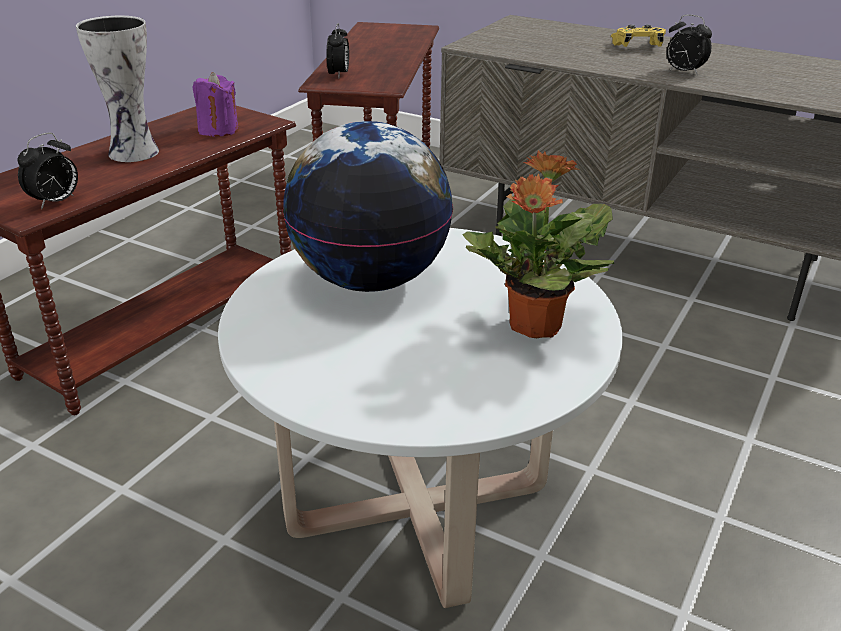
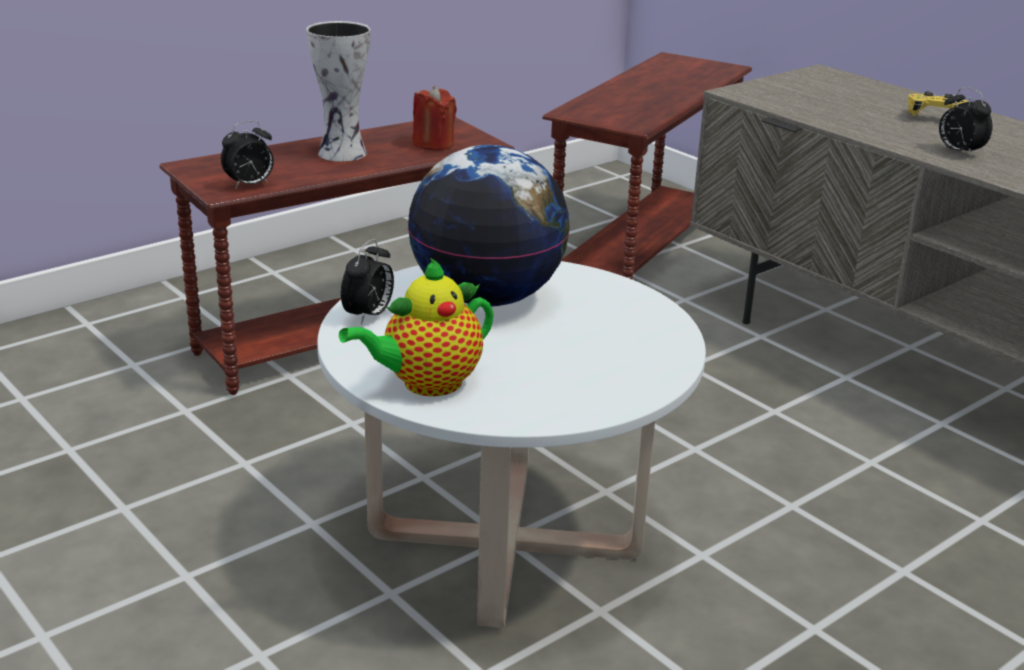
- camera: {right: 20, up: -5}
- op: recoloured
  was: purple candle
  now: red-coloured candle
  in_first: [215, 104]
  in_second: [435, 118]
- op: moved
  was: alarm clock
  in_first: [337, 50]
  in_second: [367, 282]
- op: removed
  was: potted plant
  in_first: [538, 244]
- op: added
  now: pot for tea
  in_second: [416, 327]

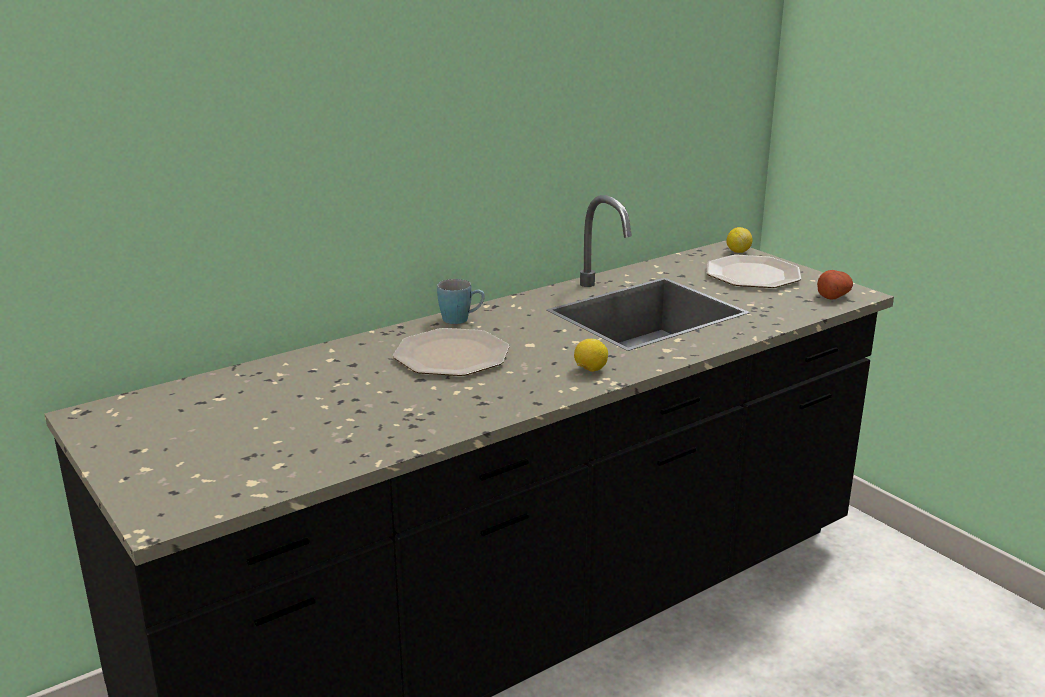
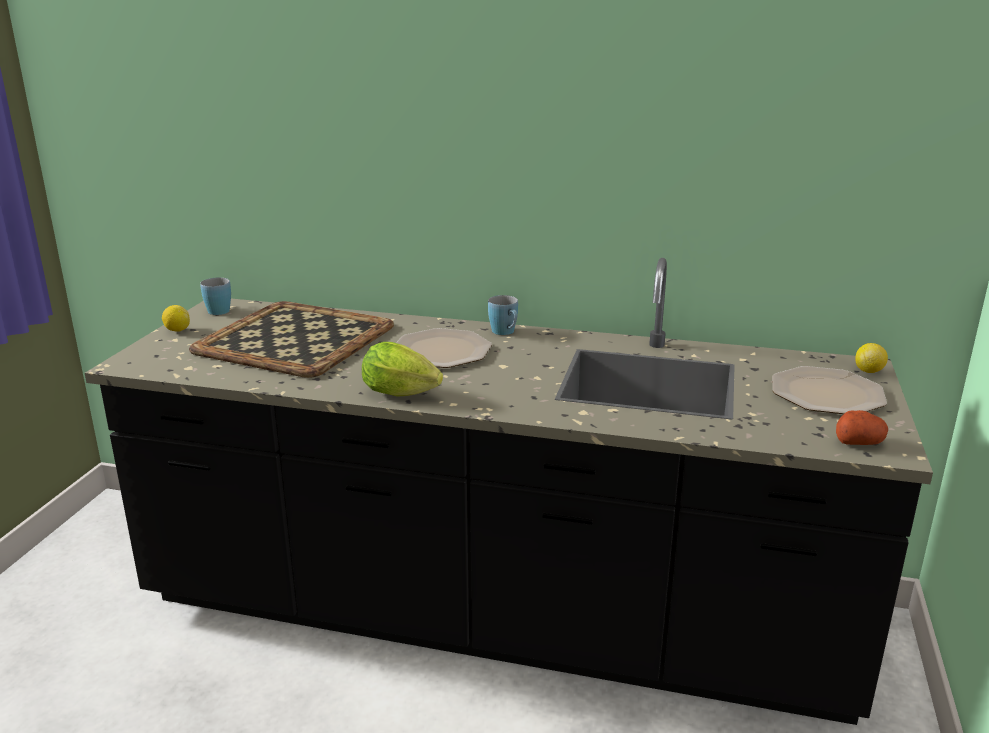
- camera: {right: 50, up: 0}
- op: moved
  was: whole lemon
  in_first: [591, 355]
  in_second: [176, 318]
- op: added
  now: tray
  in_second: [291, 339]
- op: added
  now: blue-coloured tea mug
  in_second: [215, 296]
- op: added
  now: head of lettuce
  in_second: [402, 369]

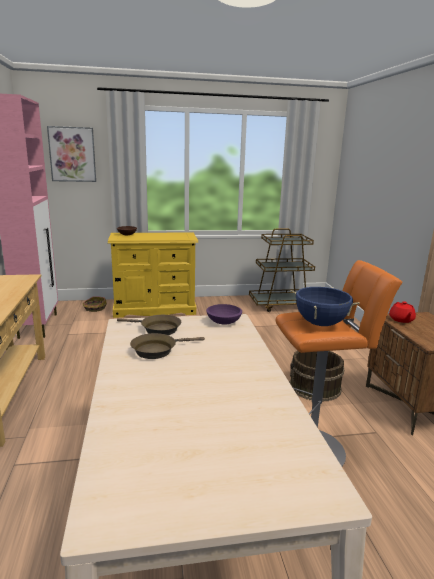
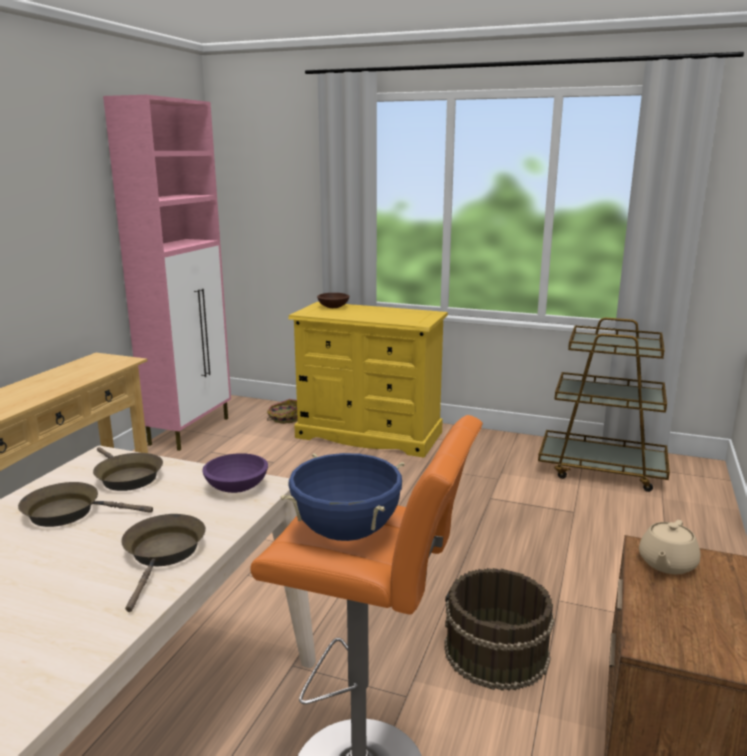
- camera: {right: 30, up: 0}
- op: removed
  was: wall art
  in_first: [71, 154]
- op: recoloured
  was: red-coloured pot for tea
  now: beige-coloured pot for tea
  in_first: [402, 312]
  in_second: [670, 547]
- op: added
  now: brownish skillet
  in_second: [163, 563]

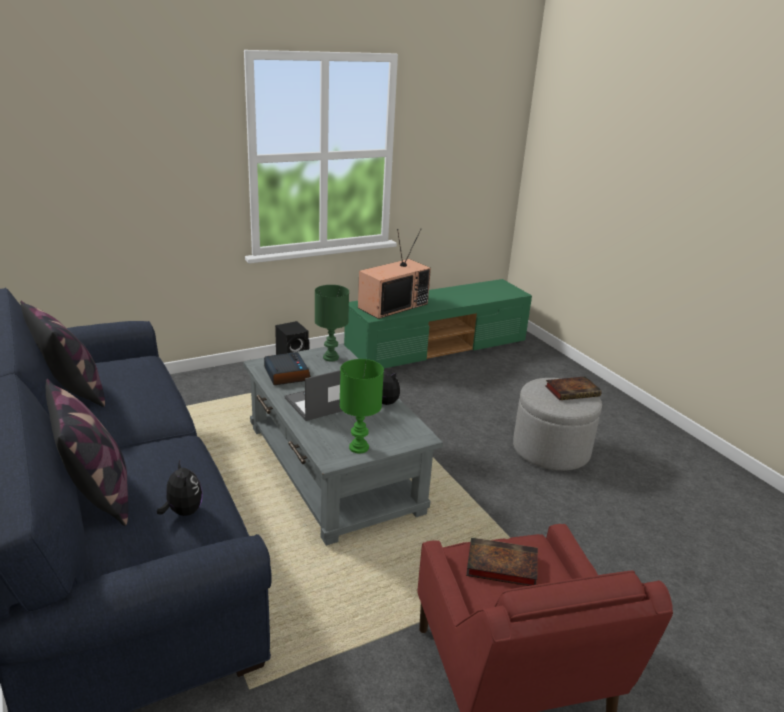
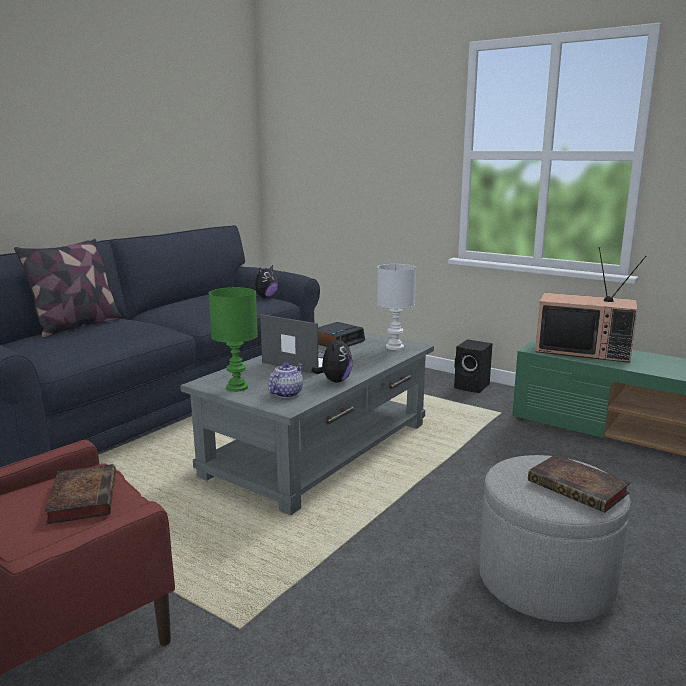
- camera: {right: 65, up: -10}
- op: removed
  was: throw pillow
  in_first: [62, 354]
- op: moved
  was: soft toy
  in_first: [180, 488]
  in_second: [264, 281]
- op: recoloured
  was: green lamp for a table
  now: white-coloured lamp for a table
  in_first: [332, 323]
  in_second: [396, 307]
- op: added
  now: pot for tea
  in_second: [285, 380]

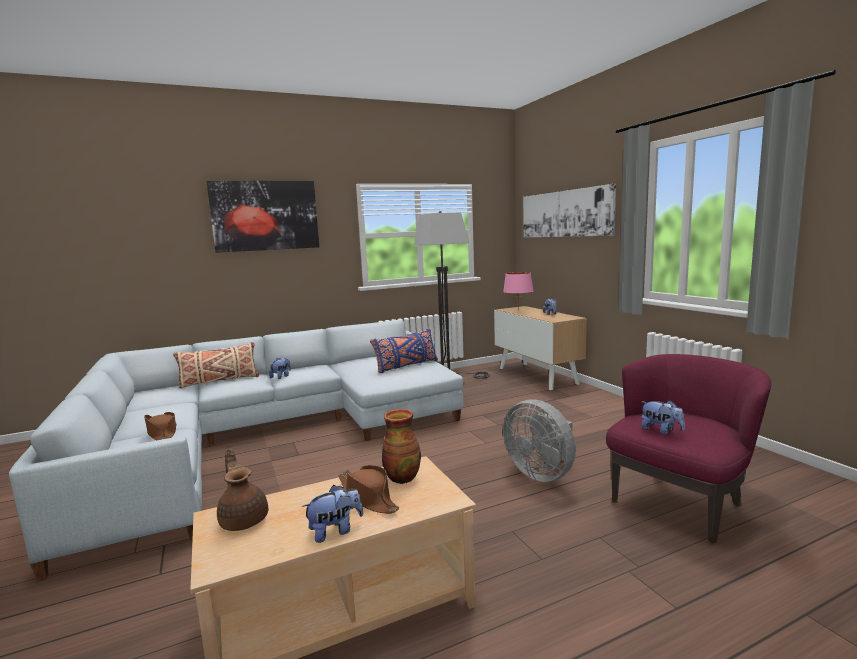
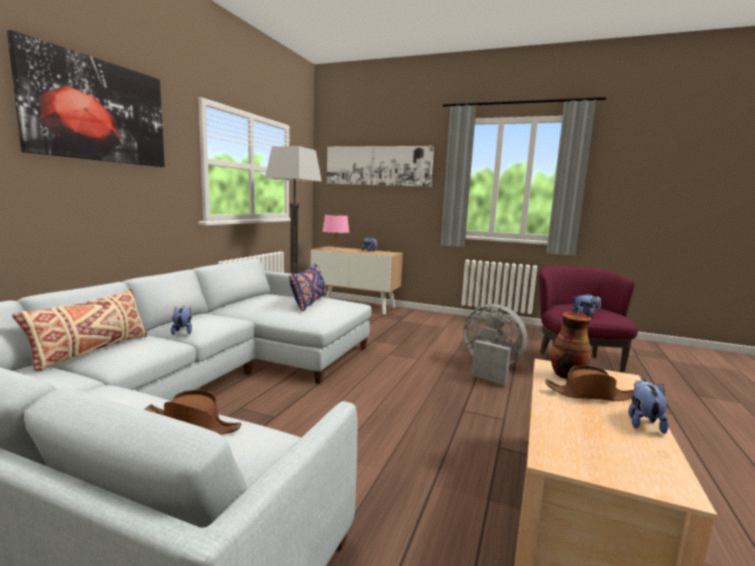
- camera: {right: -45, up: 0}
- op: removed
  was: brownish pot for tea
  in_first: [242, 489]
- op: turned
  was: grey cooling fan
  in_first: [539, 440]
  in_second: [495, 344]
  clockwise: -150

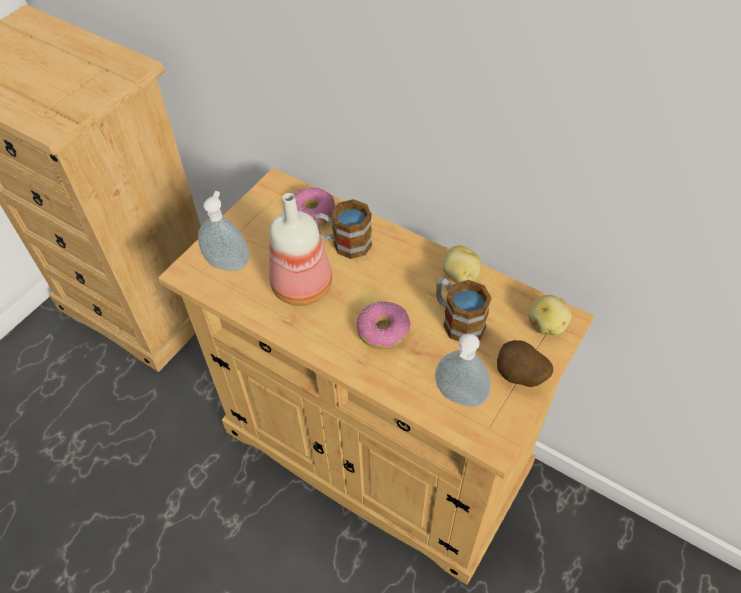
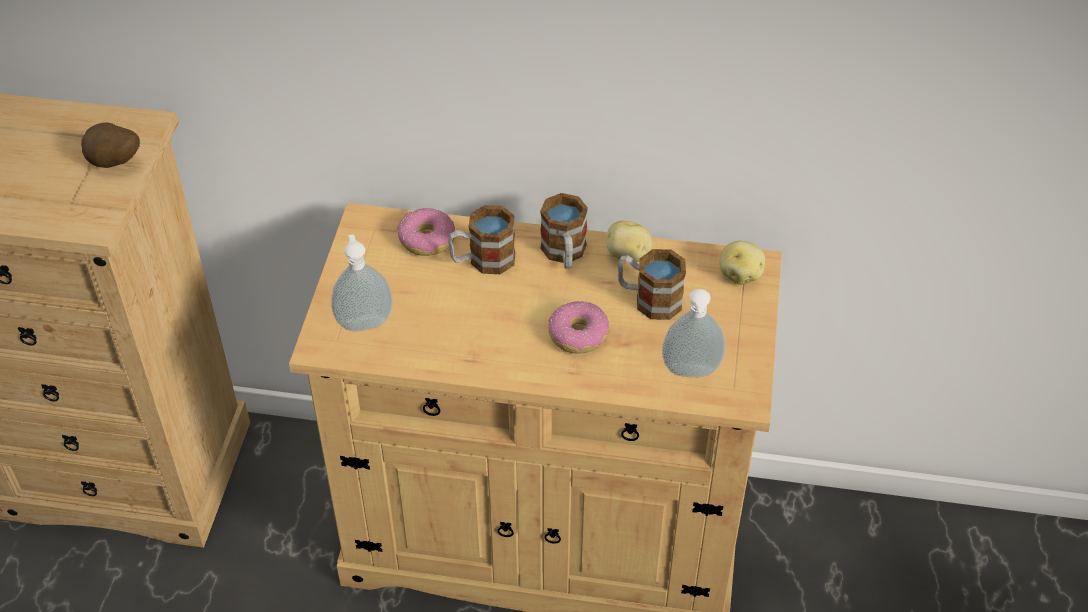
- camera: {right: -25, up: -5}
- op: removed
  was: drink bottle
  in_first: [300, 249]
- op: moved
  was: spud
  in_first: [525, 363]
  in_second: [110, 145]
- op: added
  now: tea mug
  in_second: [564, 231]

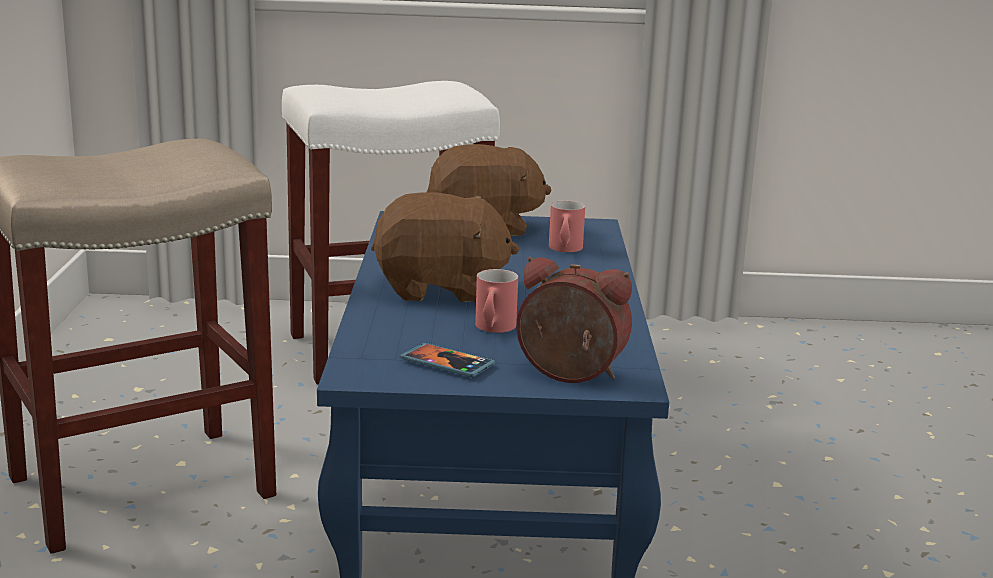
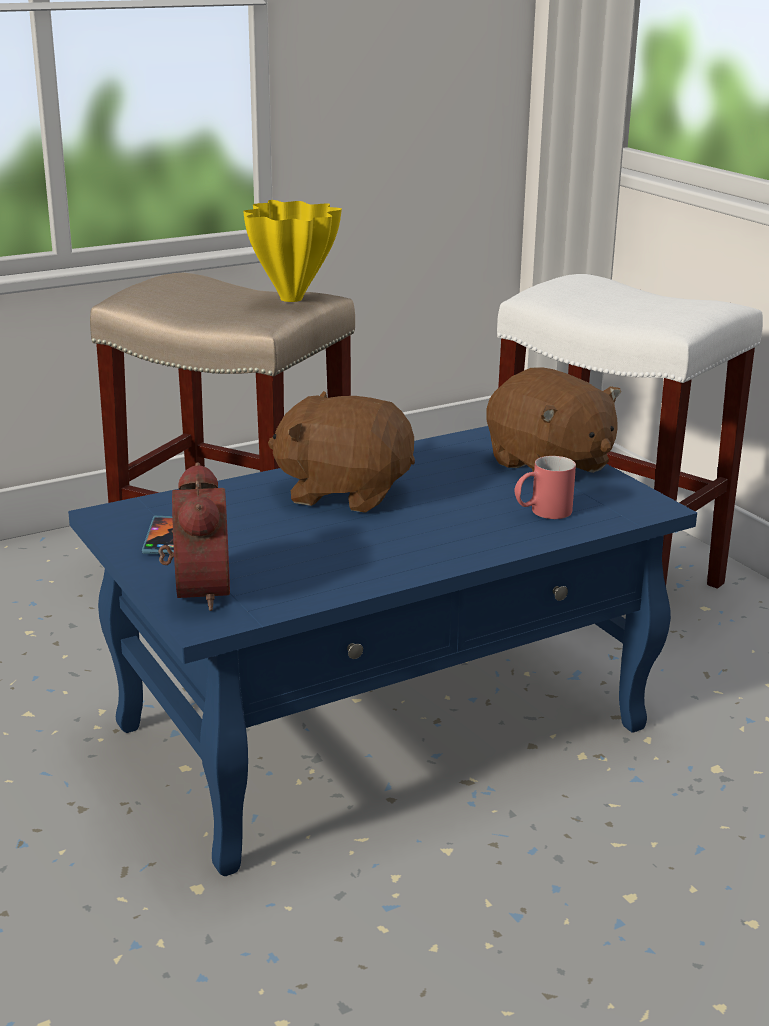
- camera: {right: 60, up: 5}
- op: turned
  was: brownish soft toy
  in_first: [445, 247]
  in_second: [341, 452]
  clockwise: 135
- op: removed
  was: red-coloured tea mug
  in_first: [496, 301]
- op: added
  now: yellow flower vase
  in_second: [292, 251]

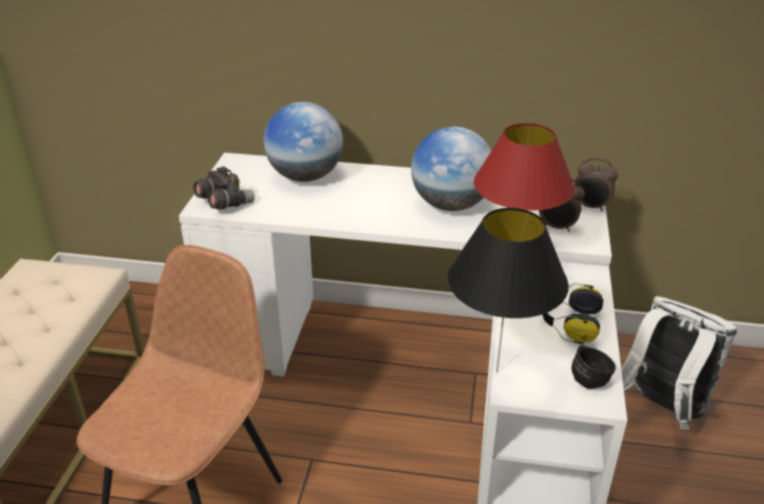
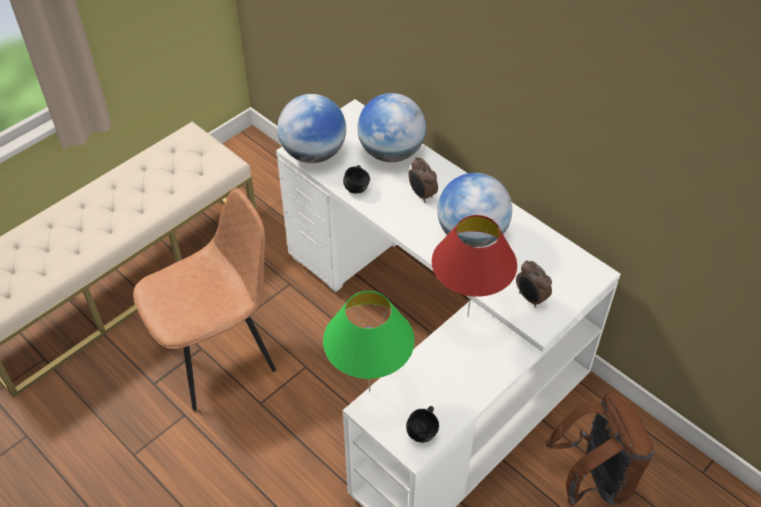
- camera: {right: 35, up: 15}
- op: replaced
  was: grey binoculars
  now: desk globe
  in_first: [224, 188]
  in_second: [311, 128]
- op: recoloured
  was: black lamp for a table
  now: green lamp for a table
  in_first: [508, 290]
  in_second: [369, 341]
- op: removed
  was: headphones
  in_first: [573, 313]
- op: moved
  was: alarm clock
  in_first: [596, 184]
  in_second: [423, 180]
- op: recoloured
  was: white-coloured rucksack
  now: brownish rucksack
  in_first: [679, 362]
  in_second: [600, 449]
- op: added
  now: black tea mug
  in_second: [356, 179]

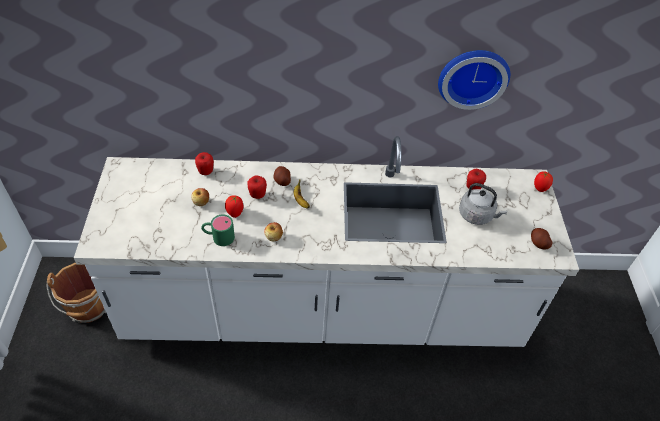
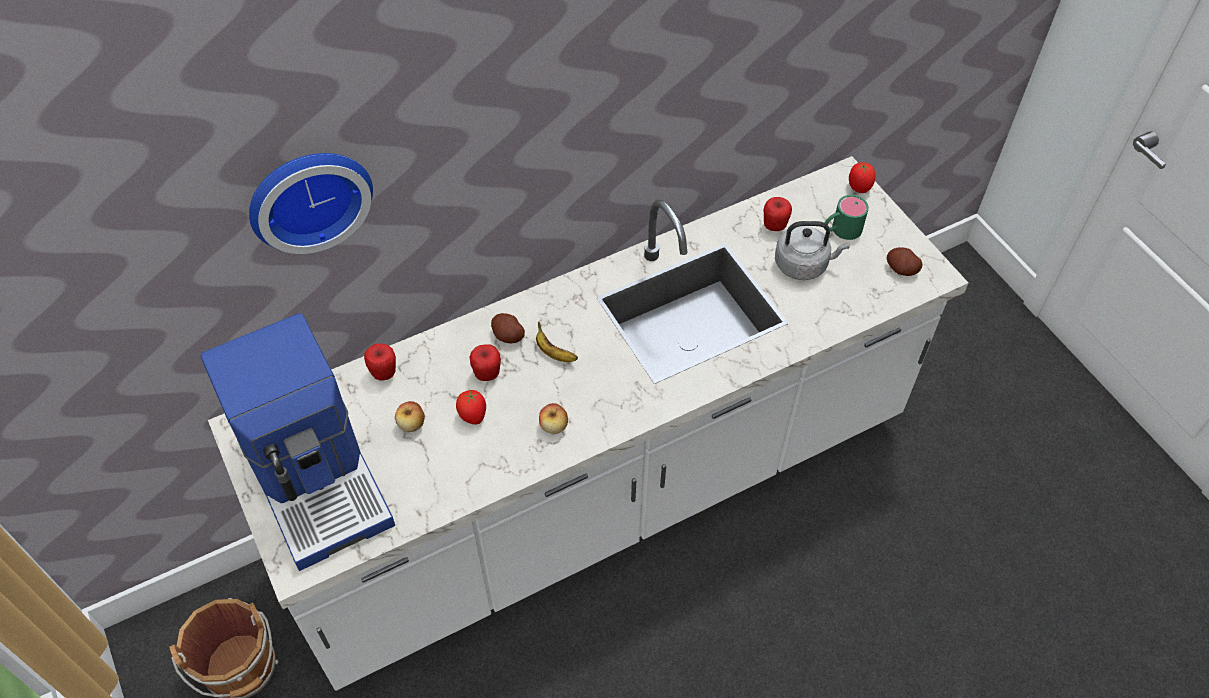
- camera: {right: -25, up: 5}
- op: moved
  was: green tea mug
  in_first: [218, 230]
  in_second: [846, 217]
- op: moved
  was: wall clock
  in_first: [474, 80]
  in_second: [311, 203]
- op: added
  now: coffee maker
  in_second: [297, 442]

